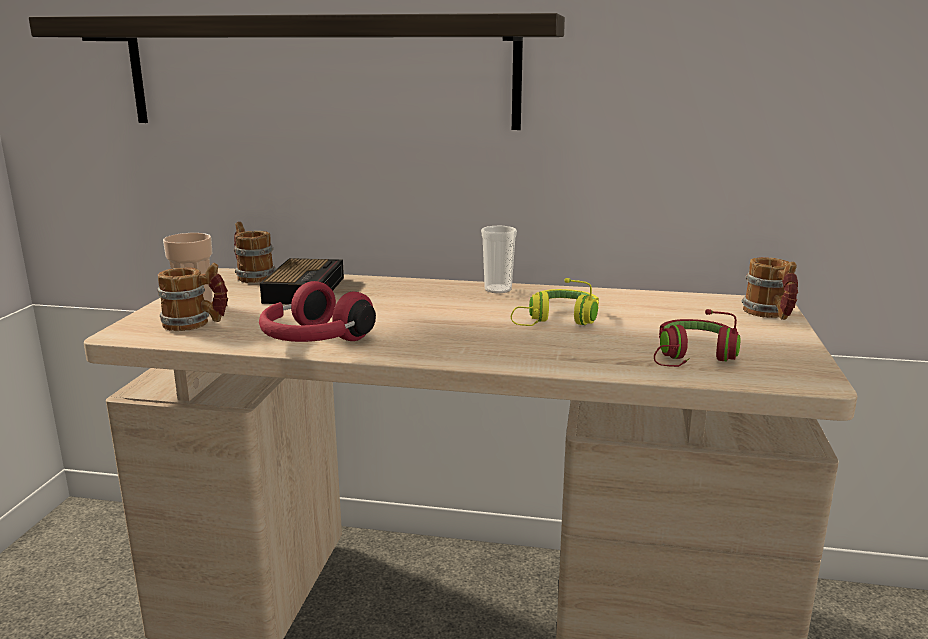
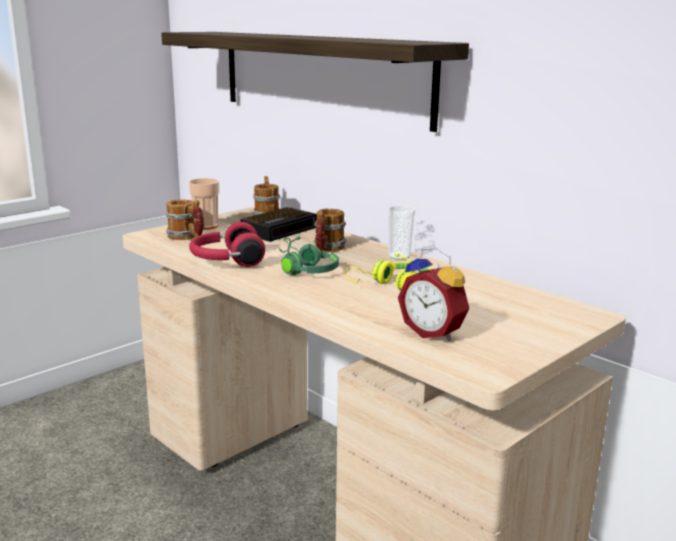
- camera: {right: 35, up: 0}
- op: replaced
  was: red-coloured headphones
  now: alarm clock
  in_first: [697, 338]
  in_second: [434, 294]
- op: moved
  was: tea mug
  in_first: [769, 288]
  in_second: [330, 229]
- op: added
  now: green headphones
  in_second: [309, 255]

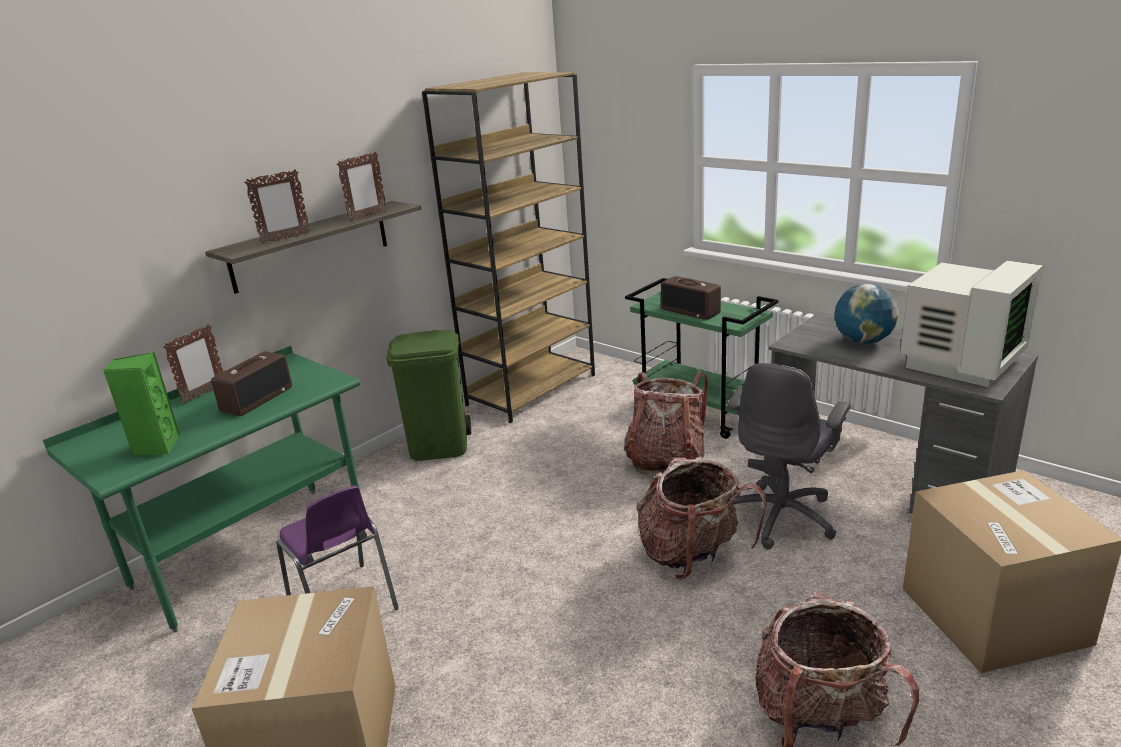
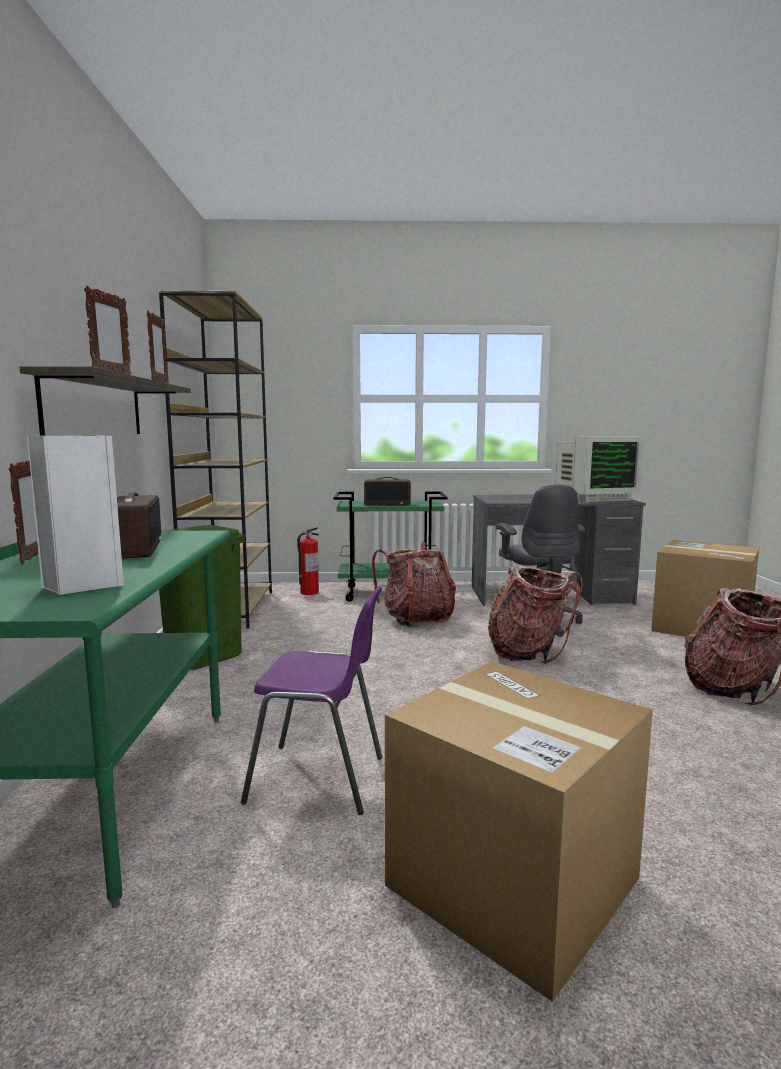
- camera: {right: -45, up: -15}
- op: recoloured
  was: green speaker
  now: white-coloured speaker
  in_first: [141, 404]
  in_second: [75, 515]
- op: removed
  was: desk globe
  in_first: [866, 313]
- op: turned
  was: computer display
  in_first: [971, 323]
  in_second: [600, 469]
  clockwise: 75
- op: added
  now: fire-fighting cylinder
  in_second: [308, 561]

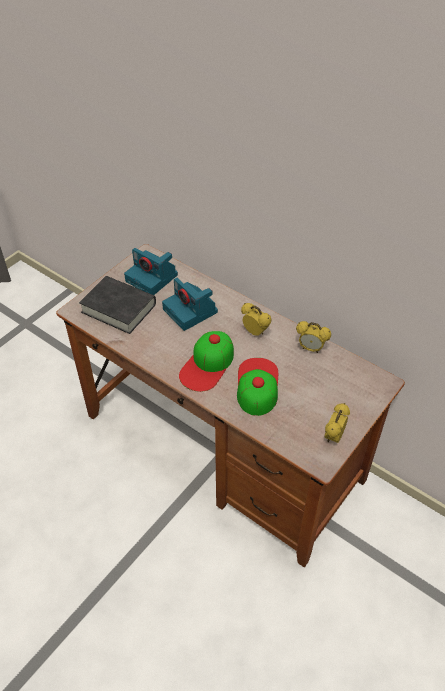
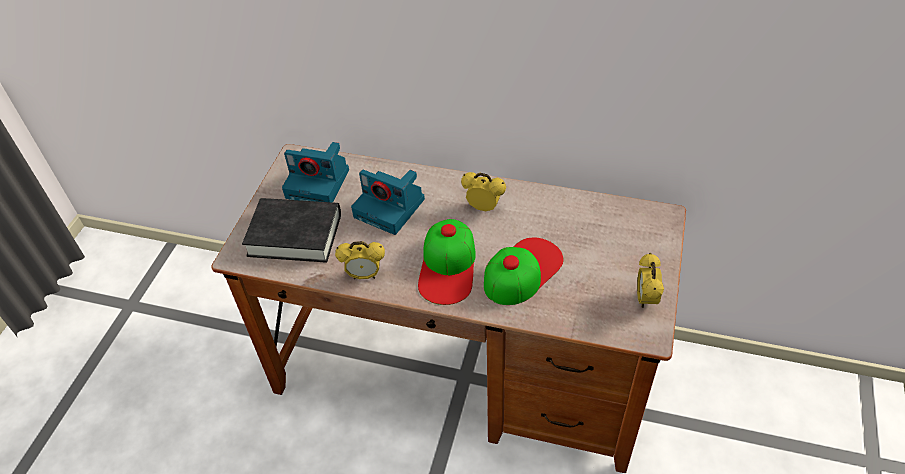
- camera: {right: -20, up: 0}
- op: turned
  was: peaked cap
  in_first: [257, 387]
  in_second: [524, 271]
  clockwise: 60
- op: moved
  was: alarm clock
  in_first: [313, 337]
  in_second: [360, 260]

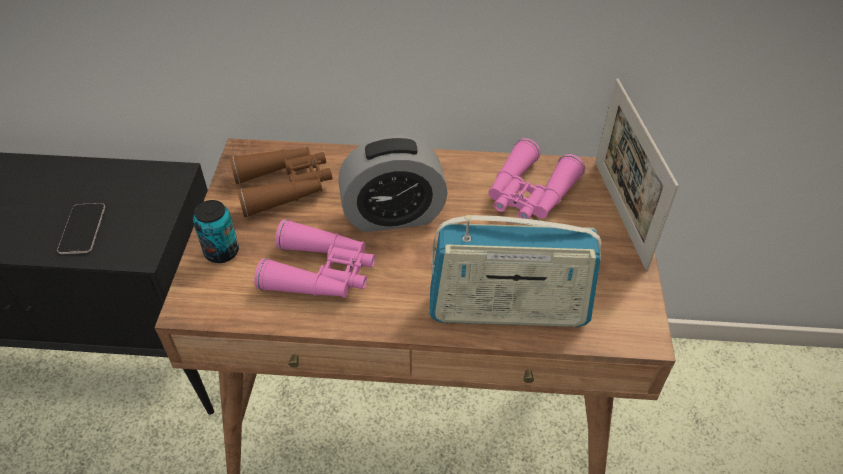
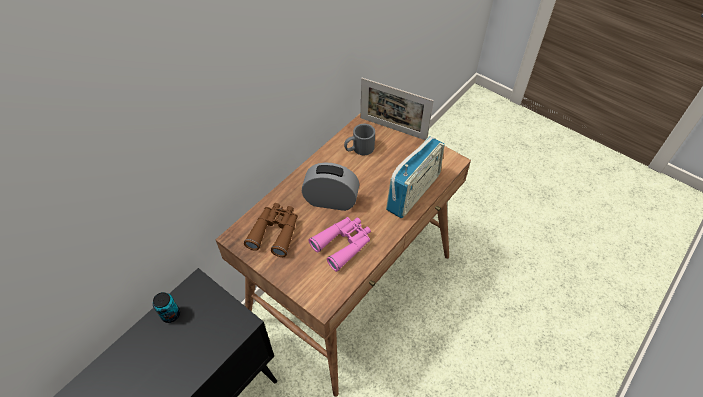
- camera: {right: -55, up: 5}
- op: removed
  was: phone
  in_first: [81, 228]
- op: moved
  was: sealed can
  in_first: [216, 231]
  in_second: [166, 307]
- op: turned
  was: alarm clock
  in_first: [393, 183]
  in_second: [330, 187]
  clockwise: -105
- op: replaced
  was: pinkish binoculars
  now: grey tea mug
  in_first: [536, 178]
  in_second: [359, 139]

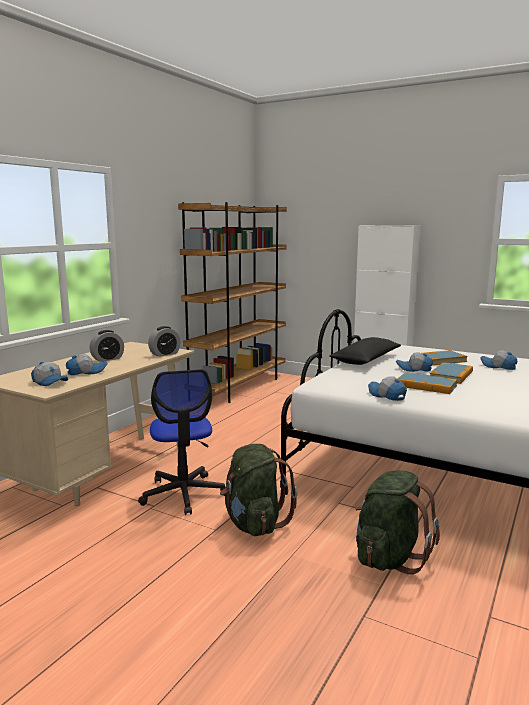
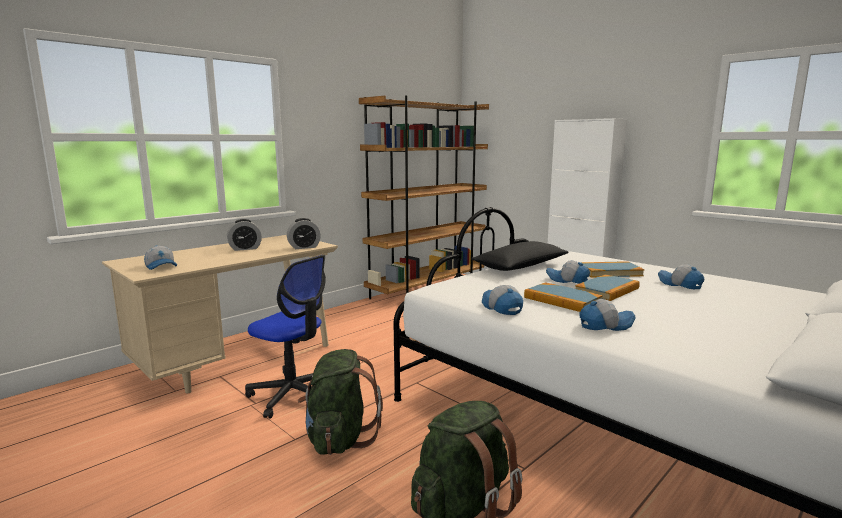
- camera: {right: 15, up: 0}
- op: moved
  was: peaked cap
  in_first: [86, 364]
  in_second: [607, 315]
- op: turned
  was: computer chair
  in_first: [182, 442]
  in_second: [285, 336]
  clockwise: -60

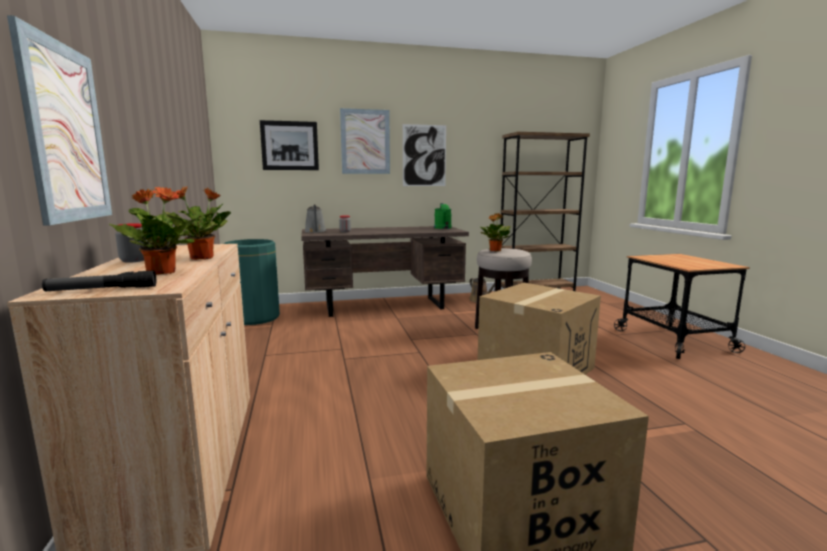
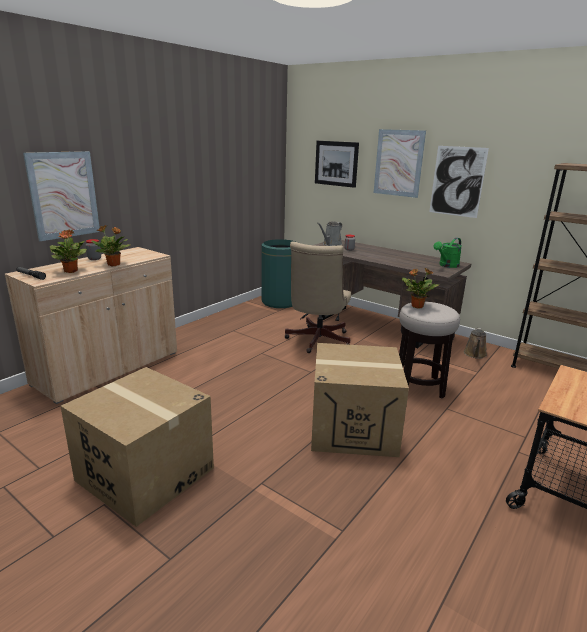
- camera: {right: 50, up: 10}
- op: added
  now: beige-coloured computer chair
  in_second: [317, 297]

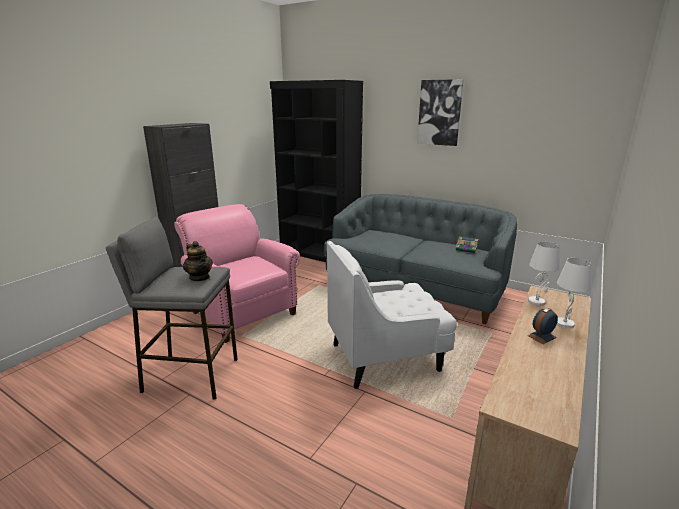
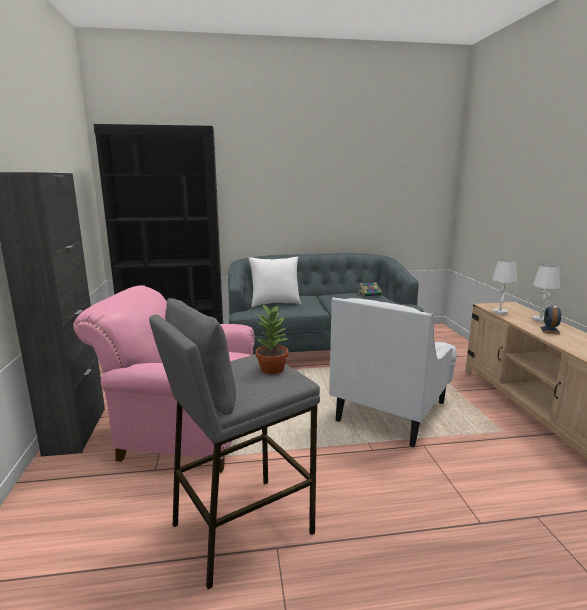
- camera: {right: -40, up: -5}
- op: replaced
  was: pot for tea
  now: potted plant
  in_first: [198, 261]
  in_second: [273, 338]
- op: removed
  was: wall art
  in_first: [440, 112]
- op: added
  now: white-coloured throw pillow
  in_second: [275, 282]

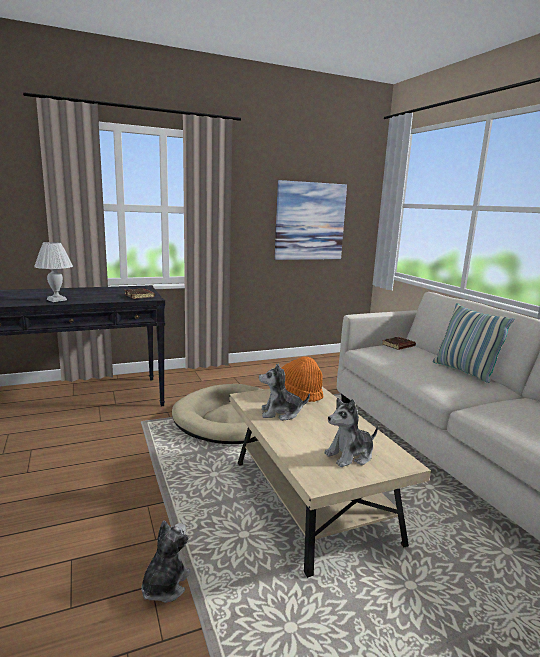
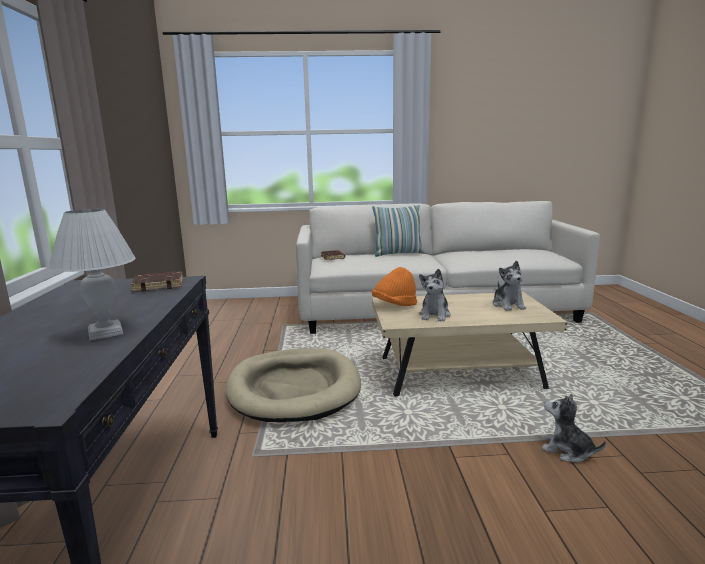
- camera: {right: -70, up: 0}
- op: removed
  was: wall art
  in_first: [310, 220]

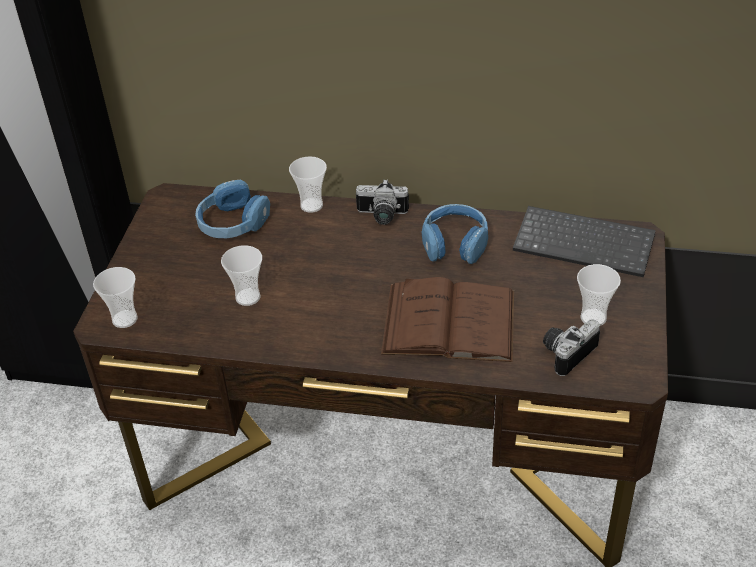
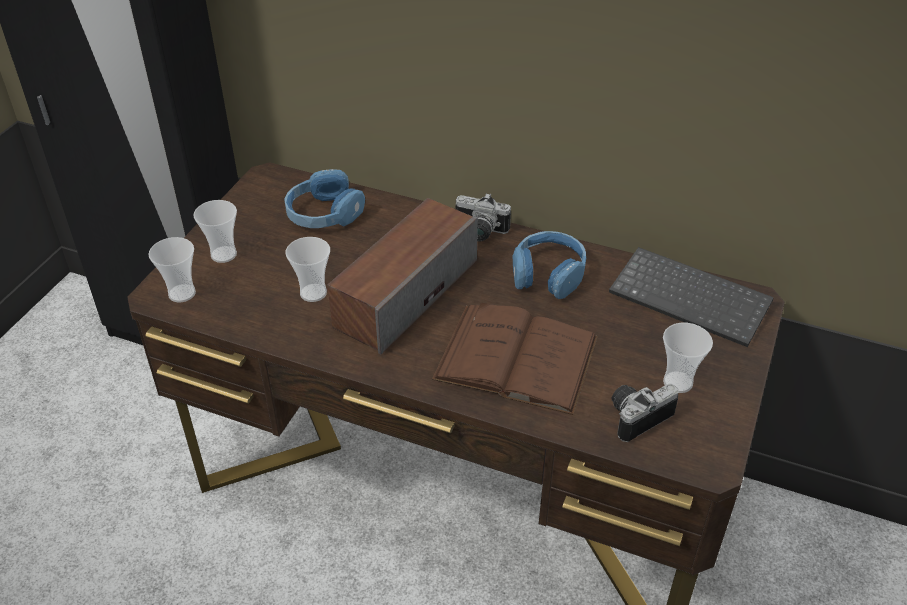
- camera: {right: 10, up: 0}
- op: moved
  was: small cup
  in_first: [308, 184]
  in_second: [215, 231]
- op: added
  now: speaker
  in_second: [402, 276]

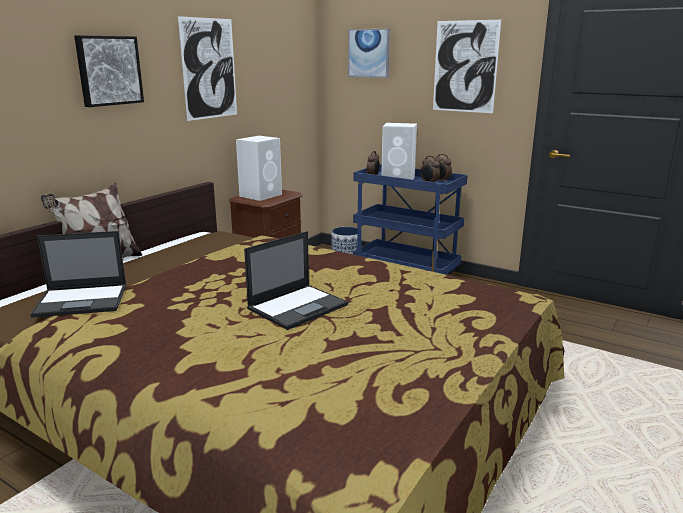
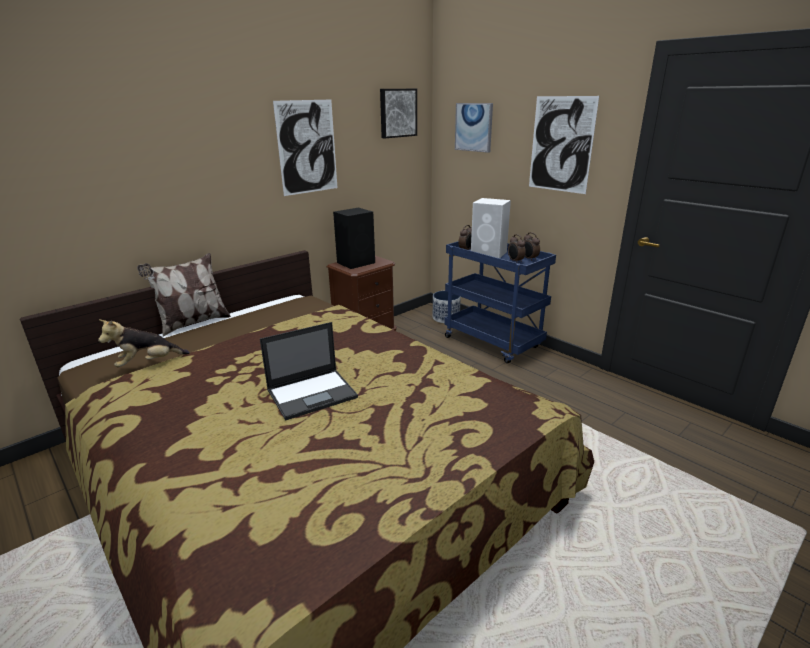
- camera: {right: 15, up: 5}
- op: replaced
  was: laptop
  now: soft toy
  in_first: [78, 274]
  in_second: [144, 343]
- op: moved
  was: wall art
  in_first: [109, 71]
  in_second: [398, 113]
- op: recoloured
  was: white-coloured speaker
  now: black speaker
  in_first: [259, 168]
  in_second: [354, 238]

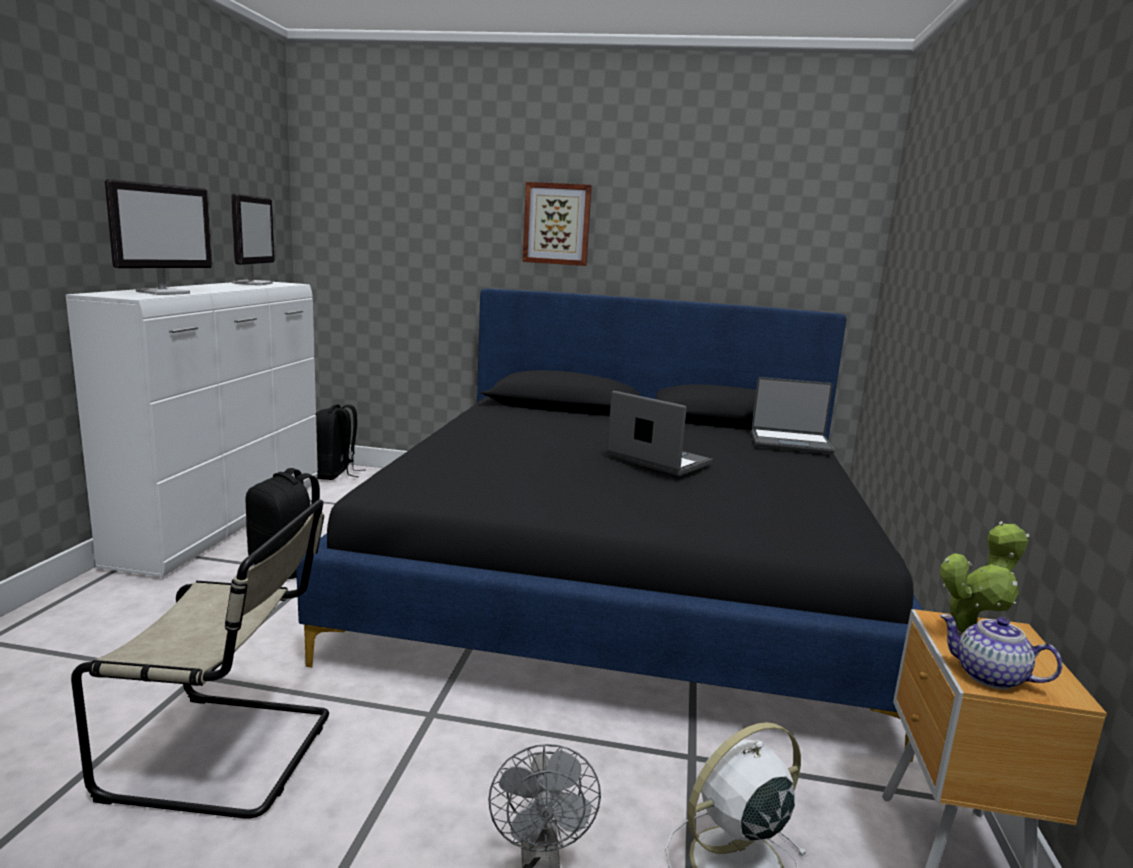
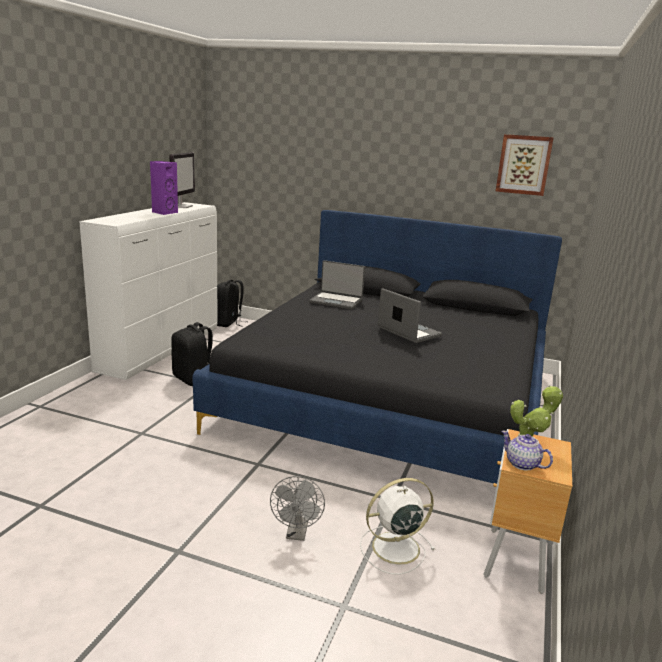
- camera: {right: 10, up: 5}
- op: removed
  was: beige-coloured upright chair
  in_first: [200, 659]
- op: removed
  was: computer display
  in_first: [158, 237]
- op: moved
  was: wall art
  in_first: [557, 224]
  in_second: [525, 165]
- op: moved
  was: laptop
  in_first: [793, 415]
  in_second: [337, 284]
- op: added
  now: purple speaker
  in_second: [164, 188]

